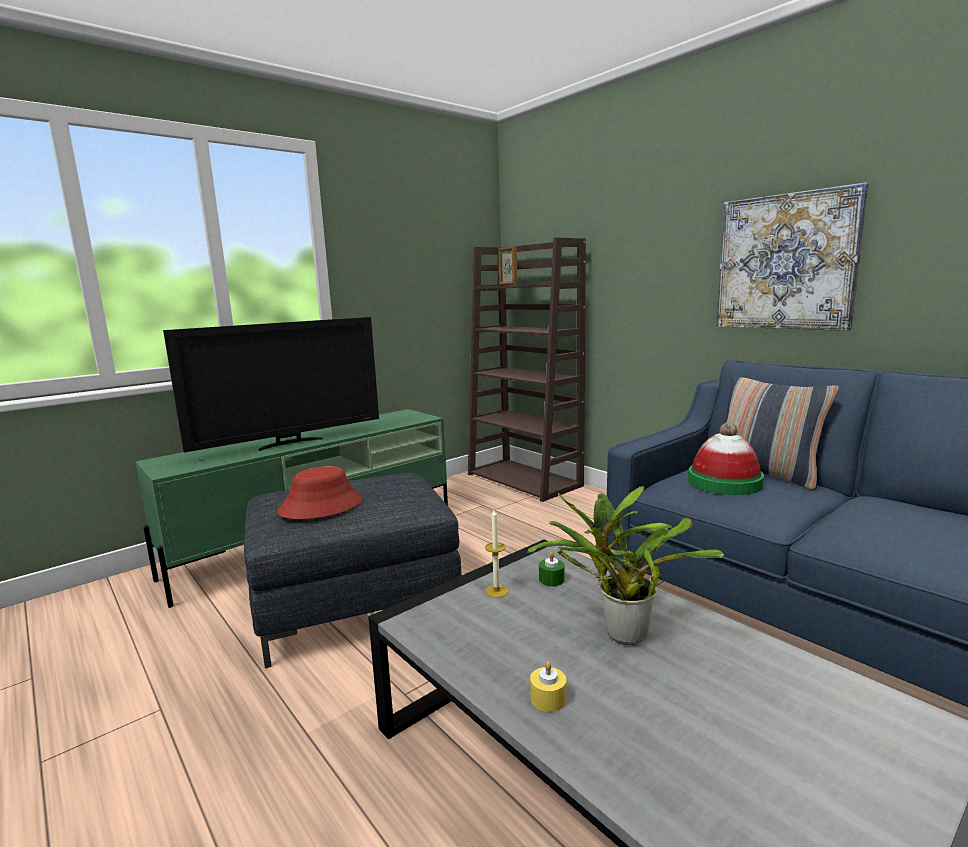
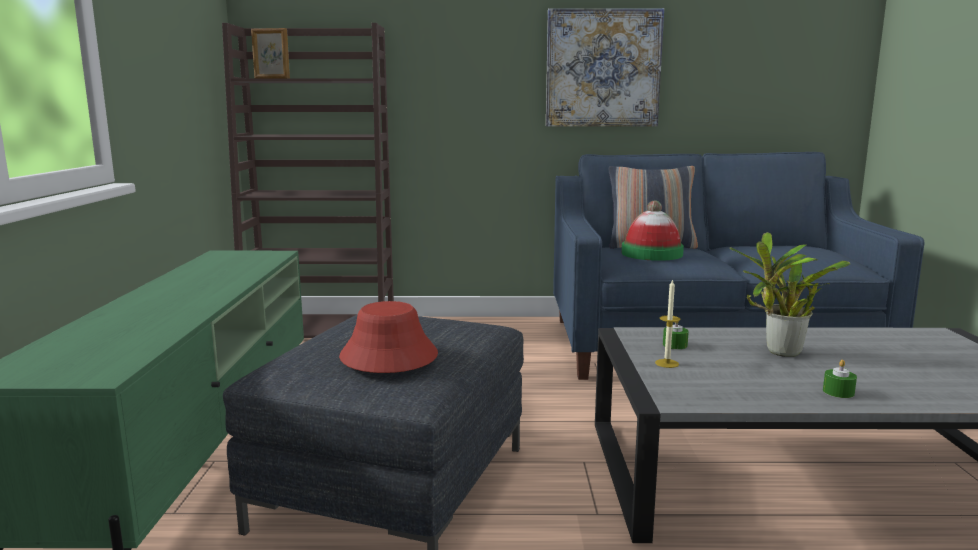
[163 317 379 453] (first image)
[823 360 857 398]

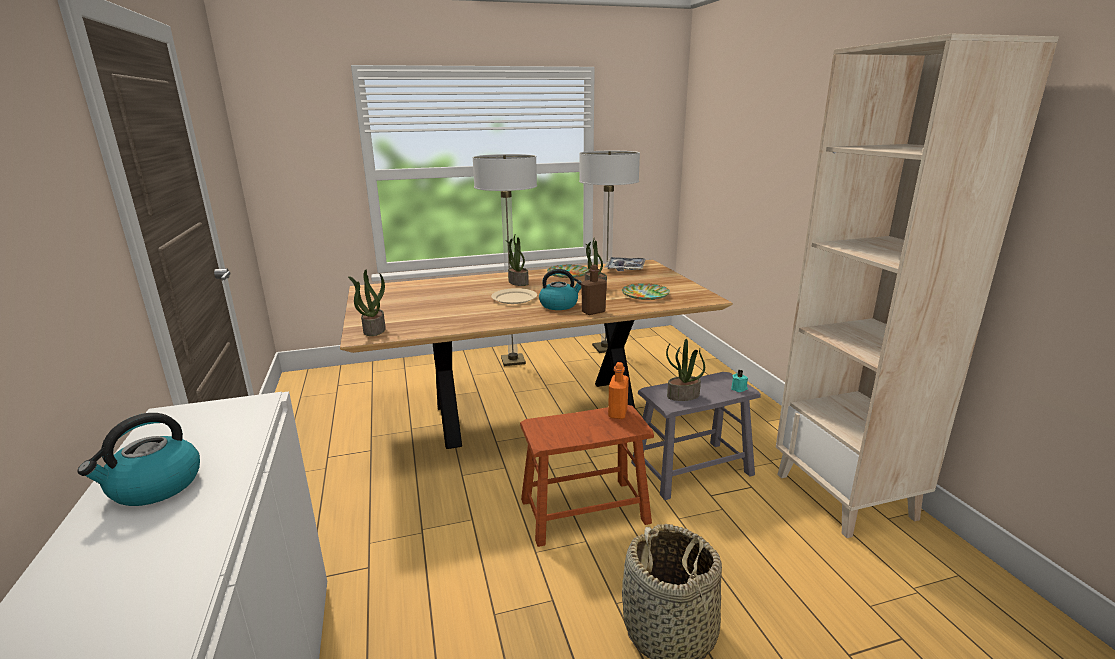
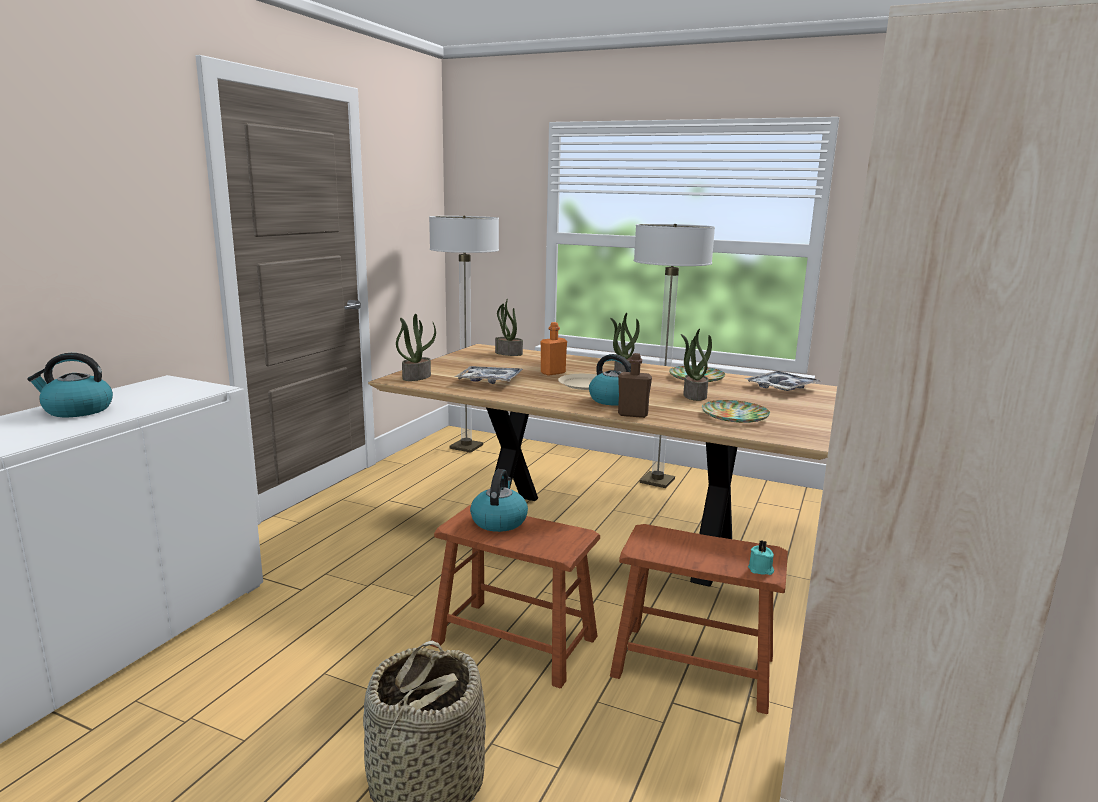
[455 366 523 384]
[470 469 528 532]
[429 216 499 452]
[541 322 567 376]
[495 299 523 356]
[610 524 788 714]

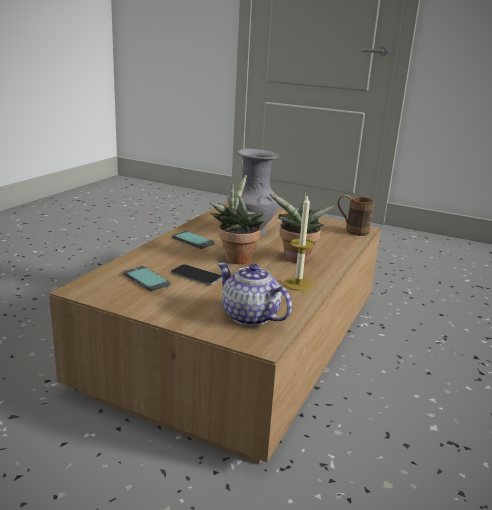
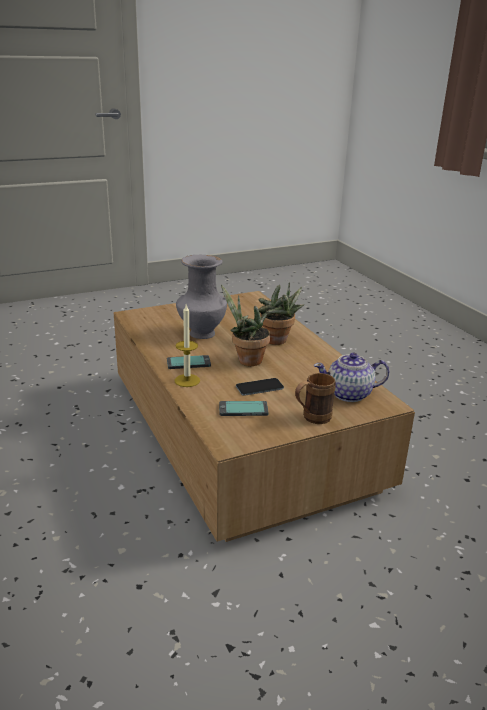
[174 305 200 387]
[295 373 336 424]

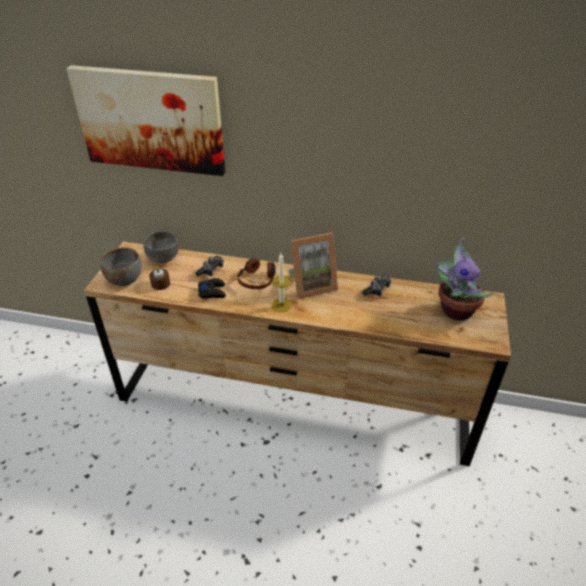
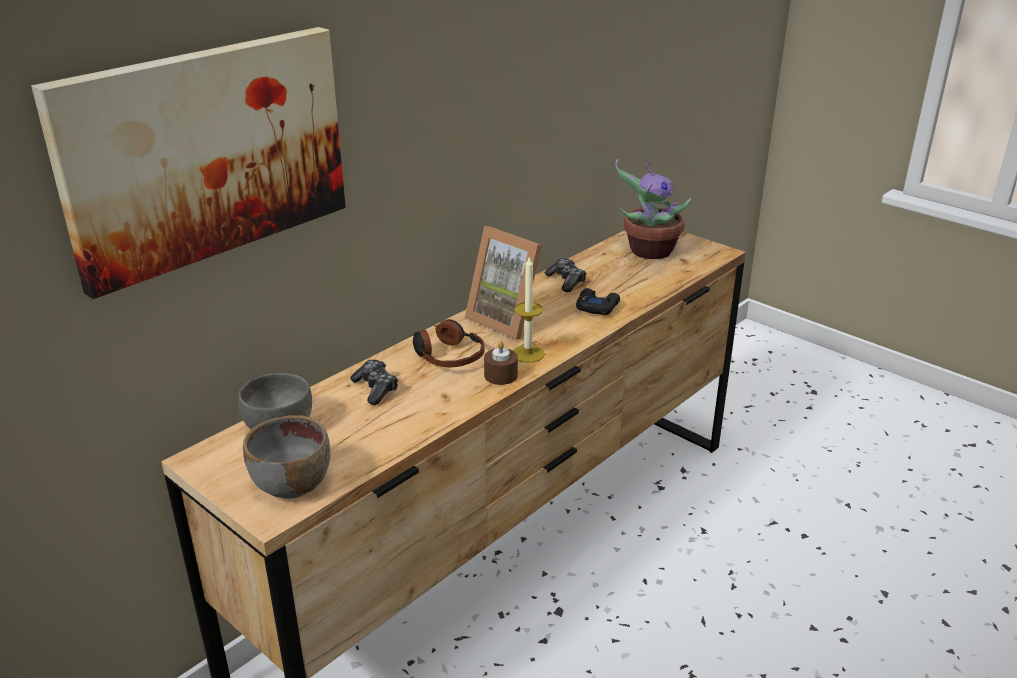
[484 341 518 385]
[576 288 620 315]
[465 226 542 340]

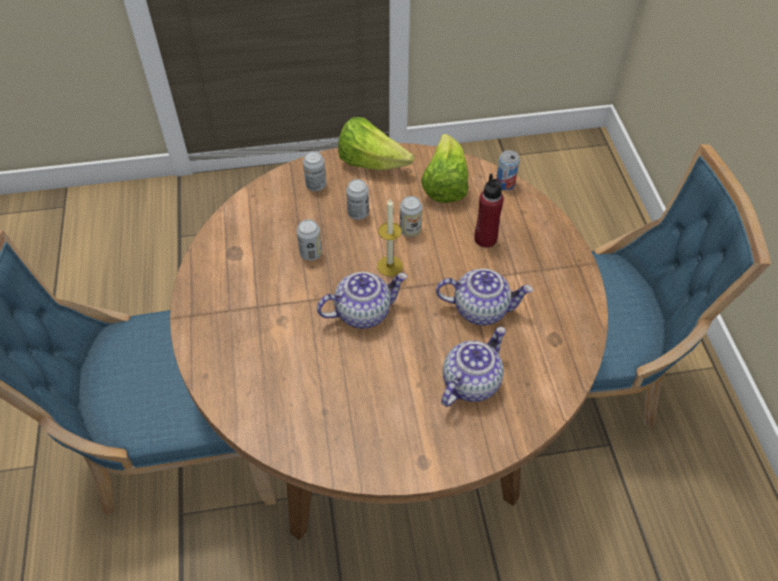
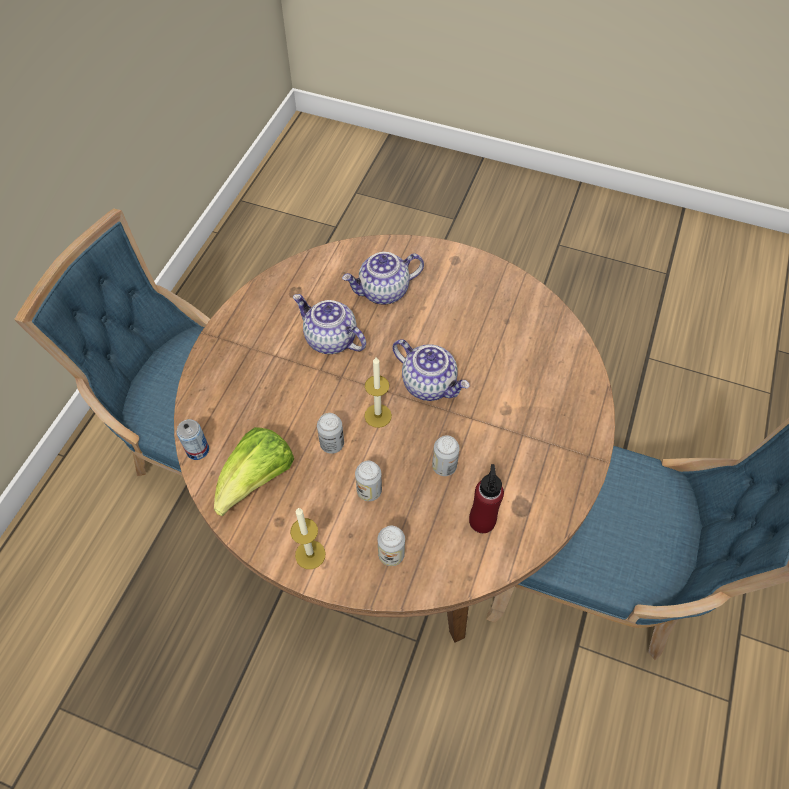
[469 464 504 533]
[290 508 326 569]
[392 339 470 401]

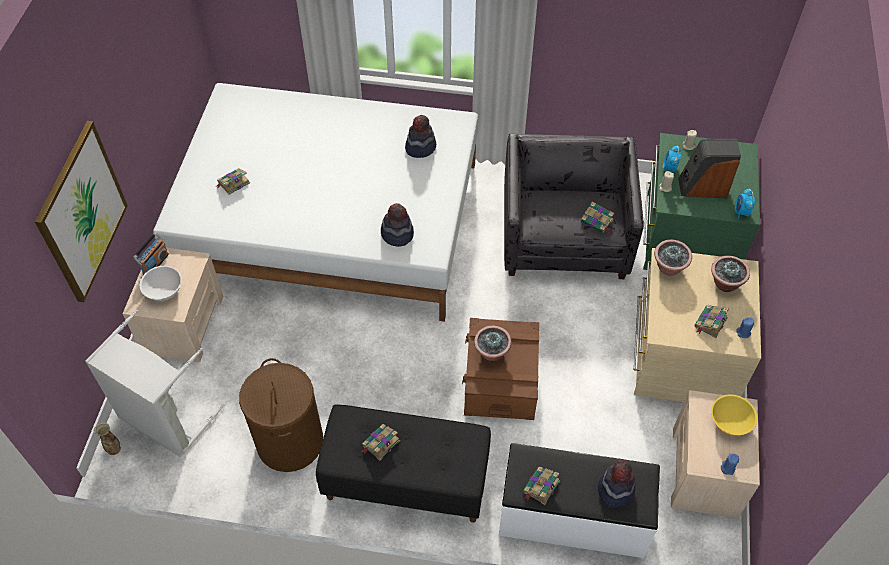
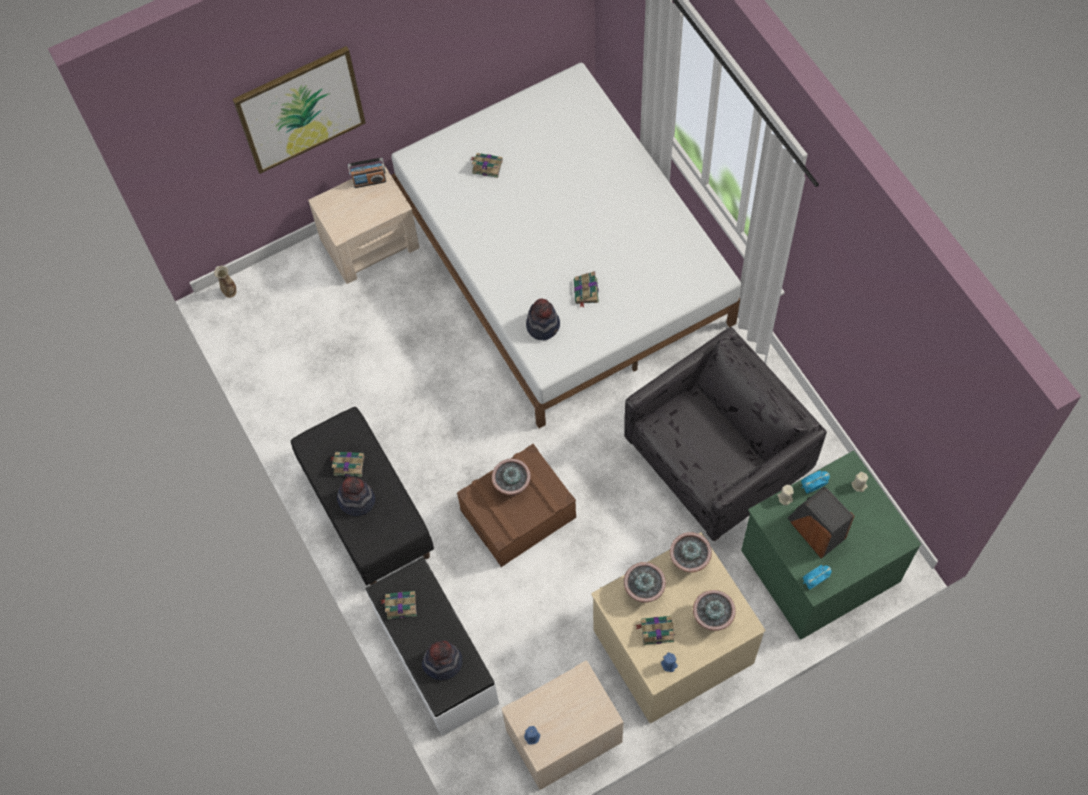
[85 310 224 458] (first image)
[140 266 182 301] (first image)
[239 358 323 472] (first image)
[711 395 757 436] (first image)
[624 562 666 603]
[337 476 375 516]
[574 271 599 308]

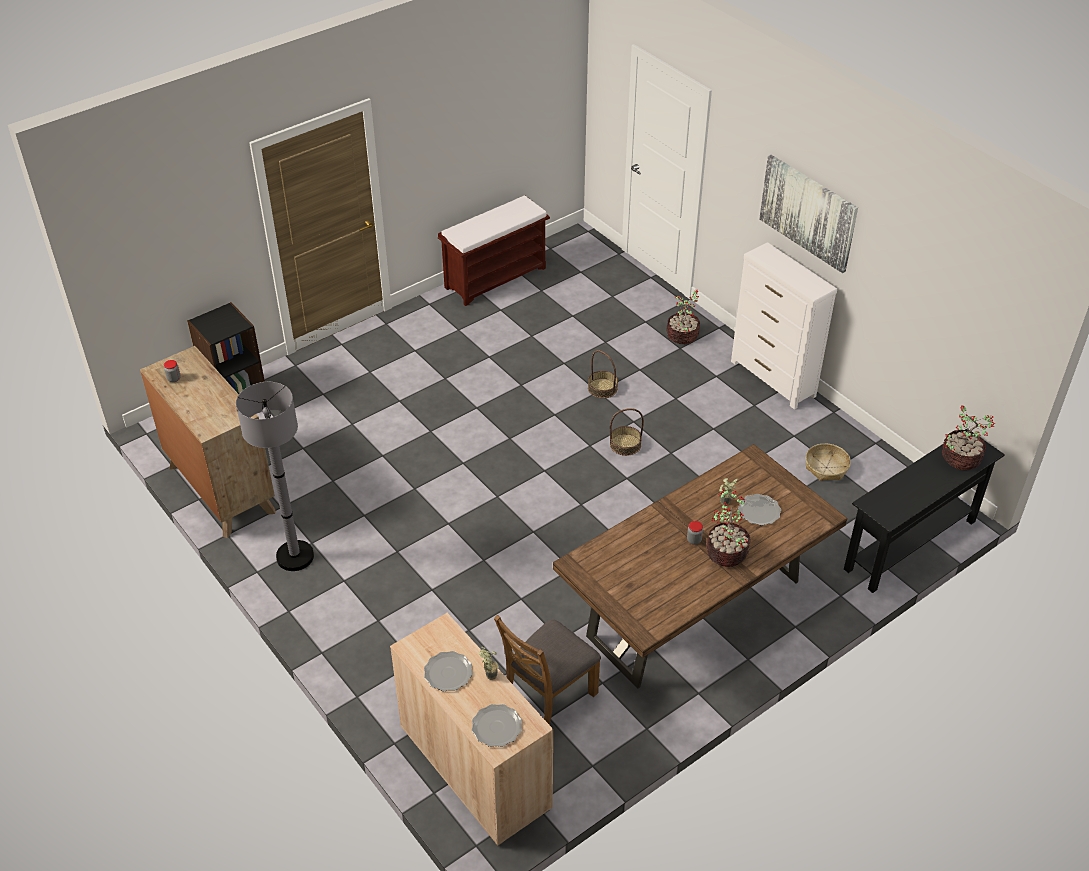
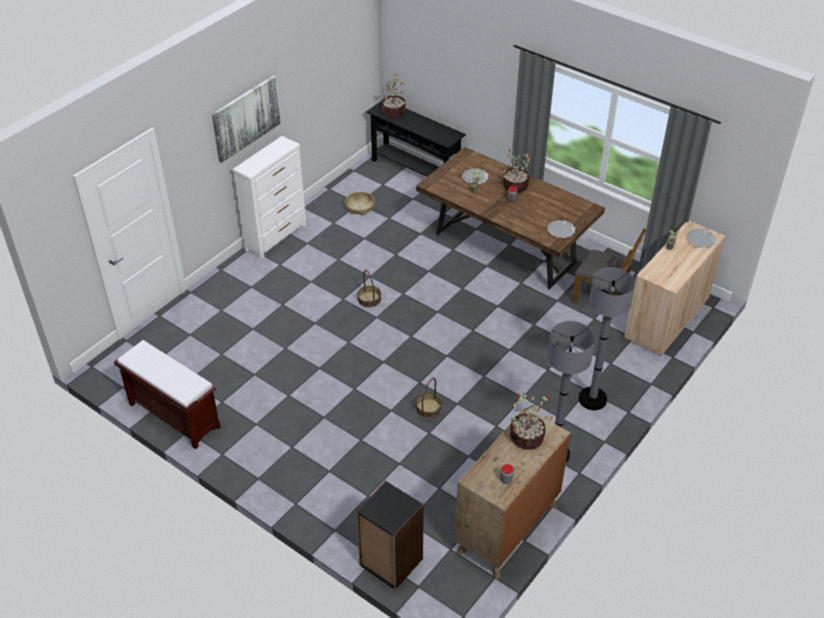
[579 267 635 410]
[547 220 575 238]
[416 378 442 418]
[510 393 553 450]

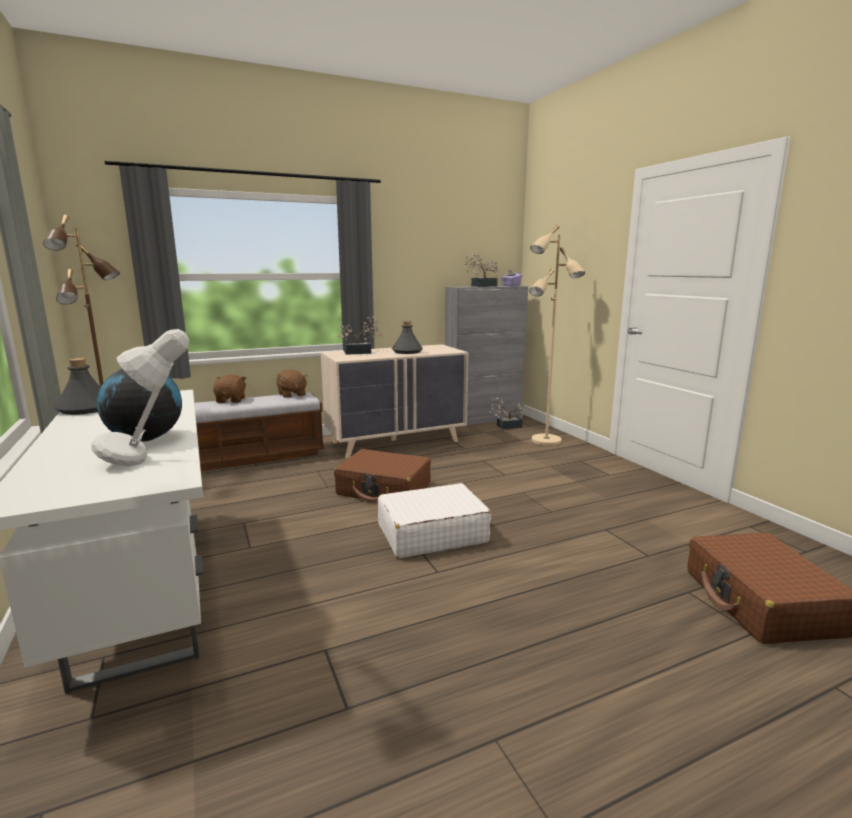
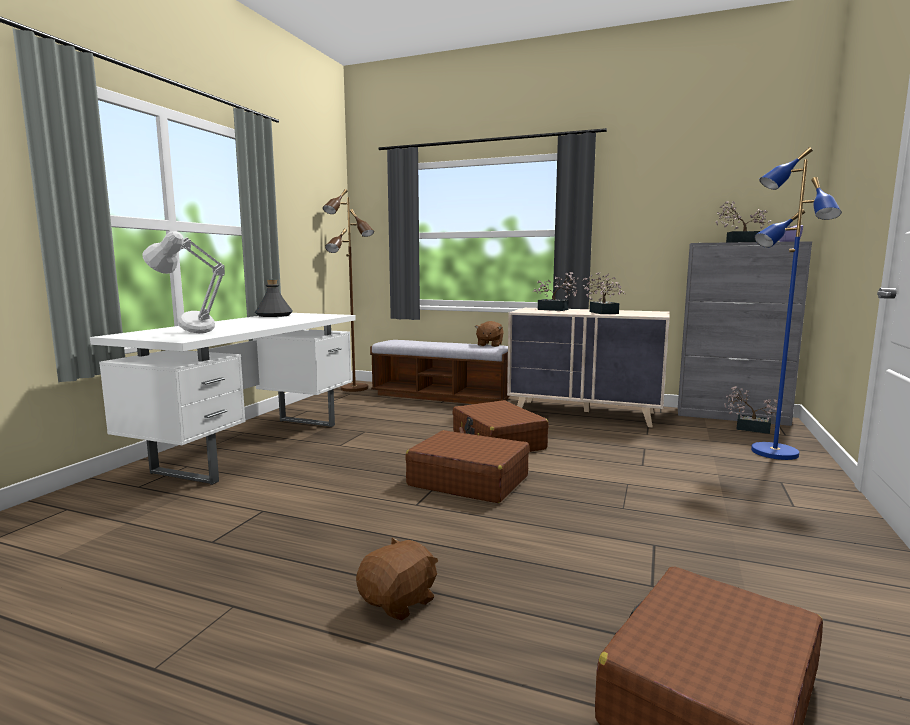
[97 369 182 442] (first image)
[356 537 438 621]
[582 272 626 314]
[405 430 530 503]
[751 147 841 460]

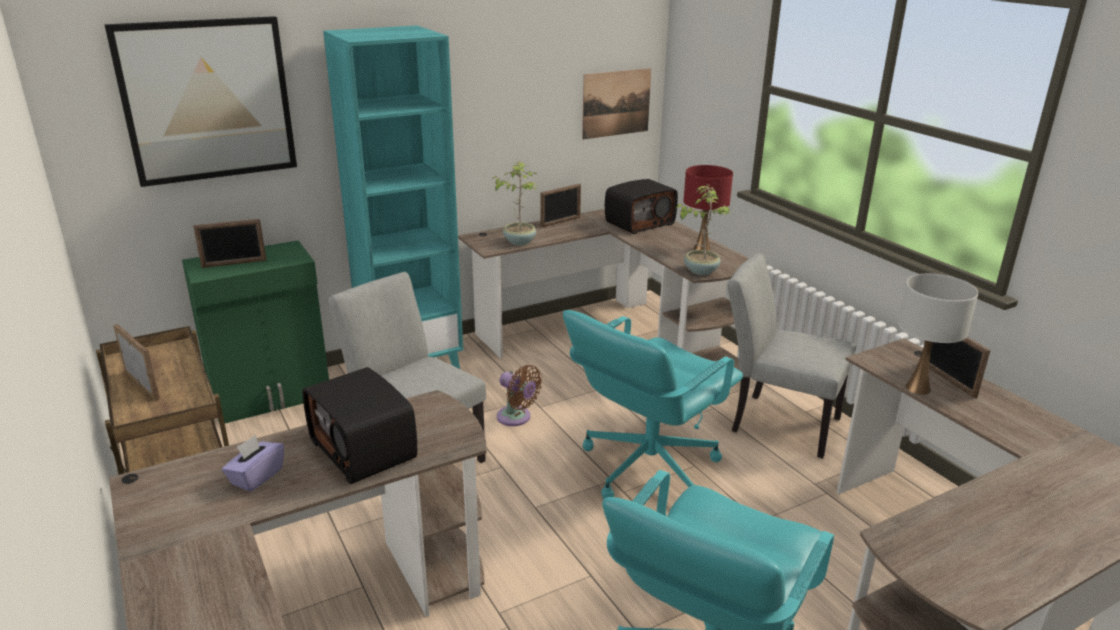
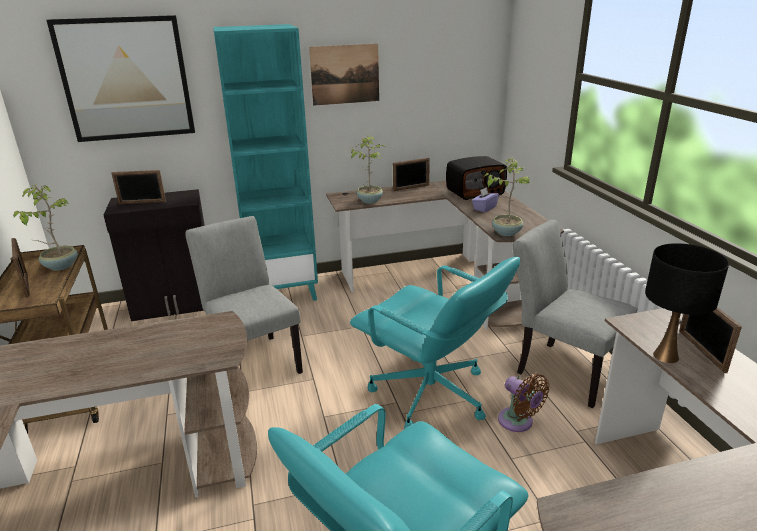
[302 367 417 484] (first image)
[683 165 733 251] (first image)
[13 184 78 271]
[472 187 499 212]
[498 374 549 432]
[309 44 379 106]
[104 189 205 321]
[645 243 729 363]
[350 257 520 429]

